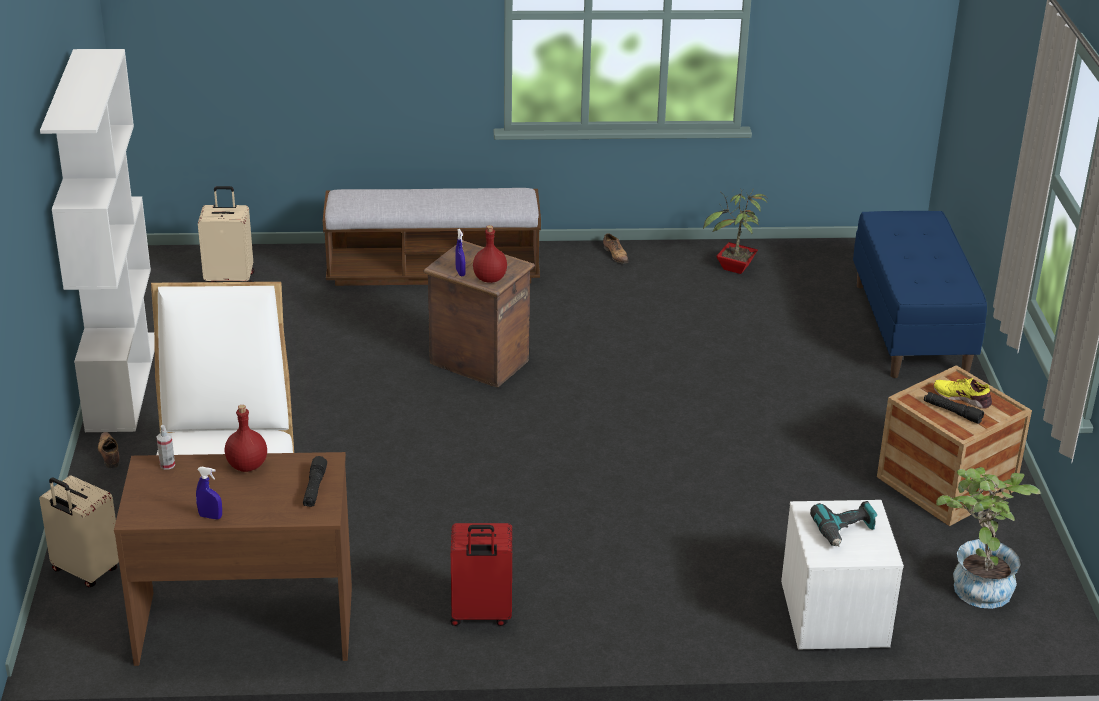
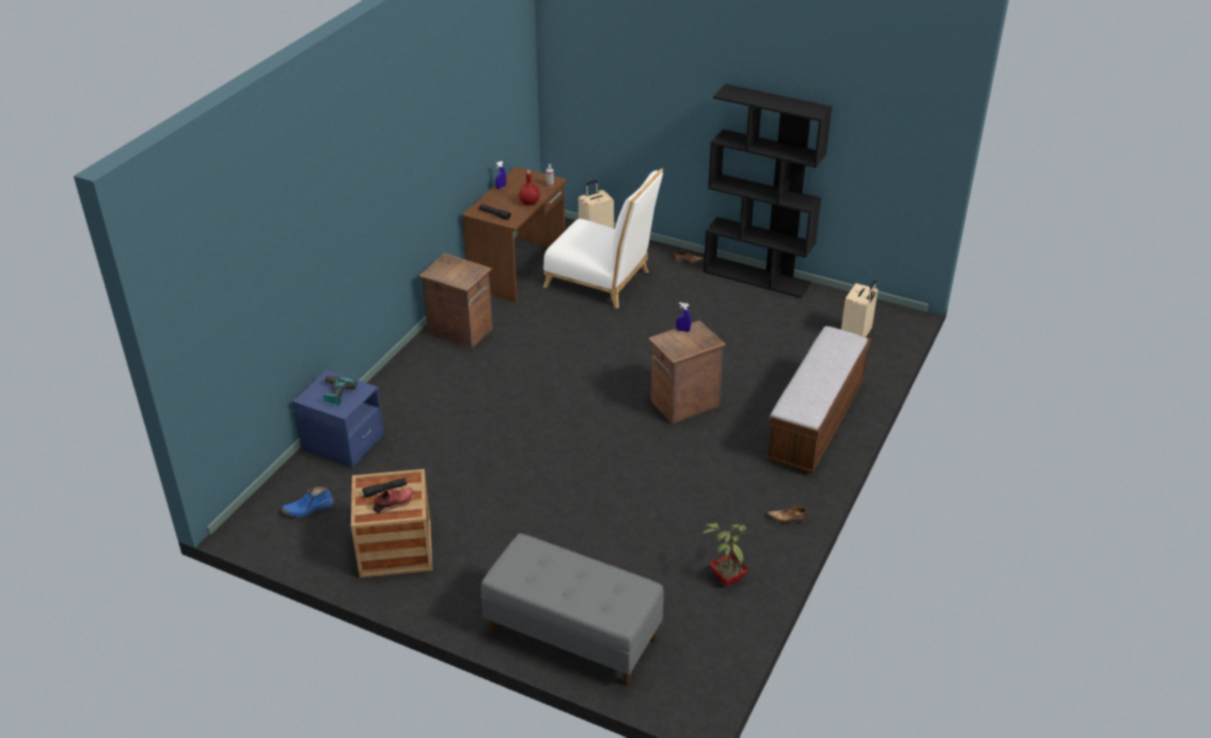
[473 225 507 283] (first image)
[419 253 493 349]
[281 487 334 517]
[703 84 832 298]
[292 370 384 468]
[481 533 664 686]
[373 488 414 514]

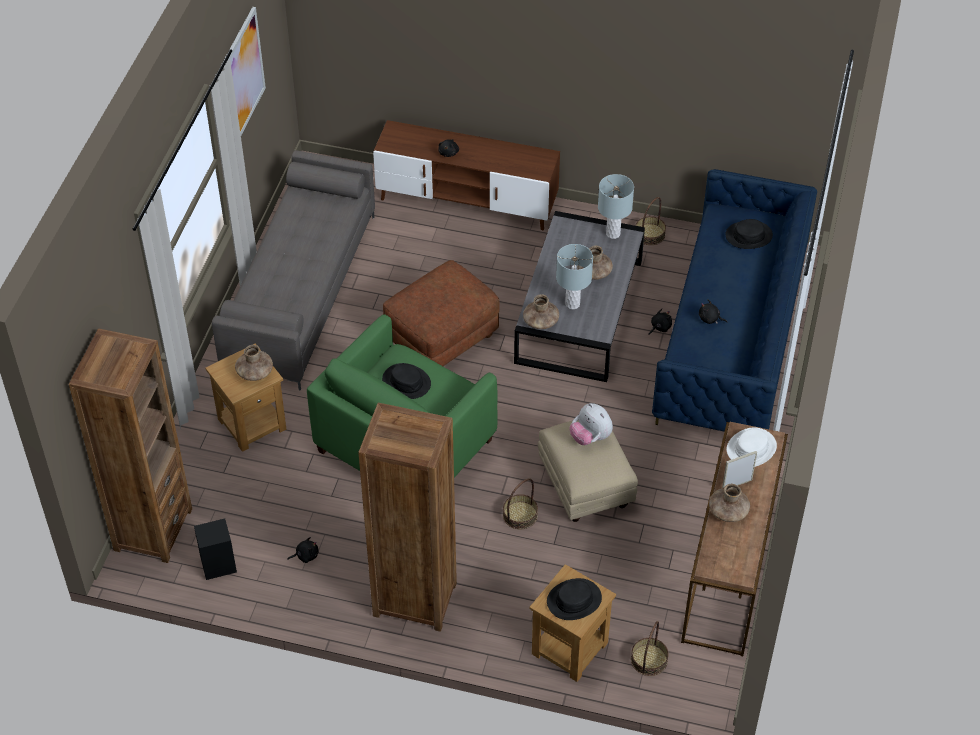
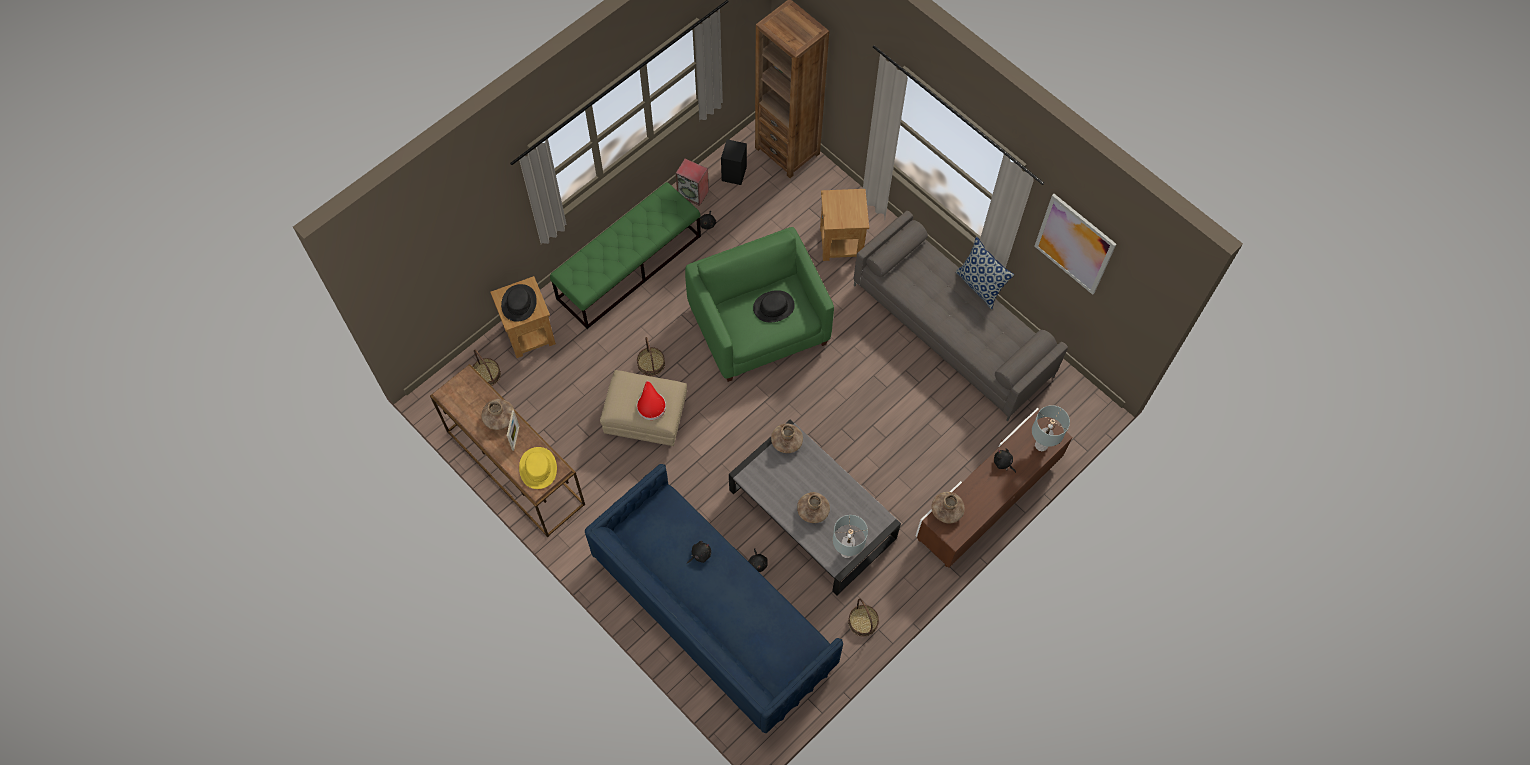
[383 260 500 366] (first image)
[726 219 773 249] (first image)
[675 159 709 206]
[956 237 1014 310]
[931 492 965 524]
[1032 405 1070 451]
[550 182 701 329]
[637 381 666 420]
[519 447 557 489]

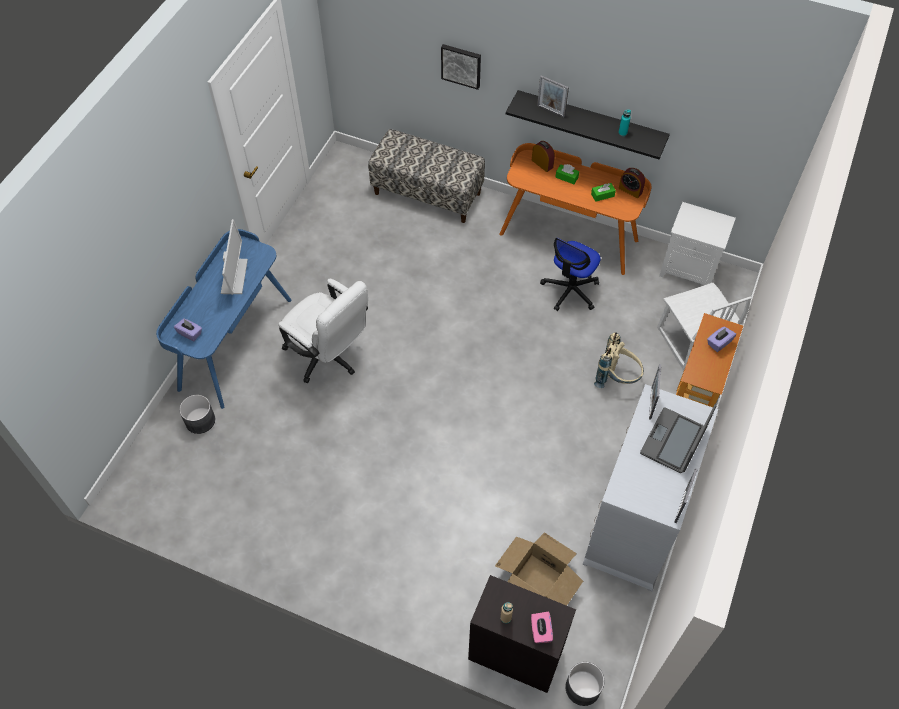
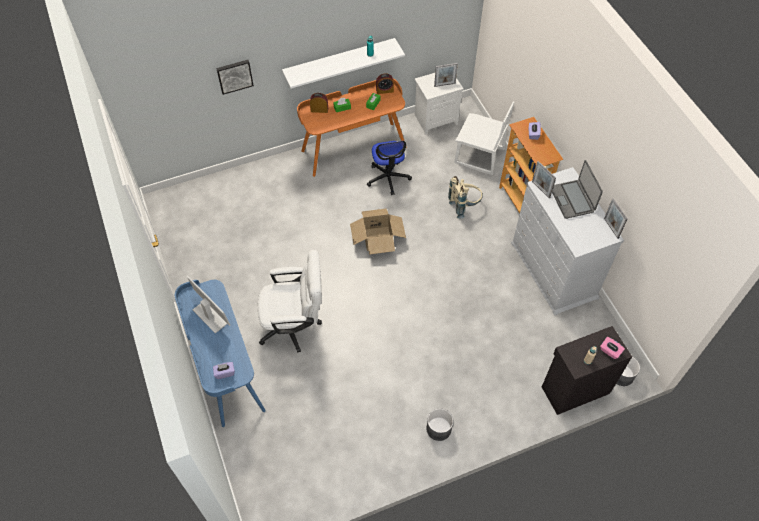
[368 129 485 223] (first image)
[426 408 453 441]
[350 209 406 255]
[434 63 458 87]
[282 38 405 88]

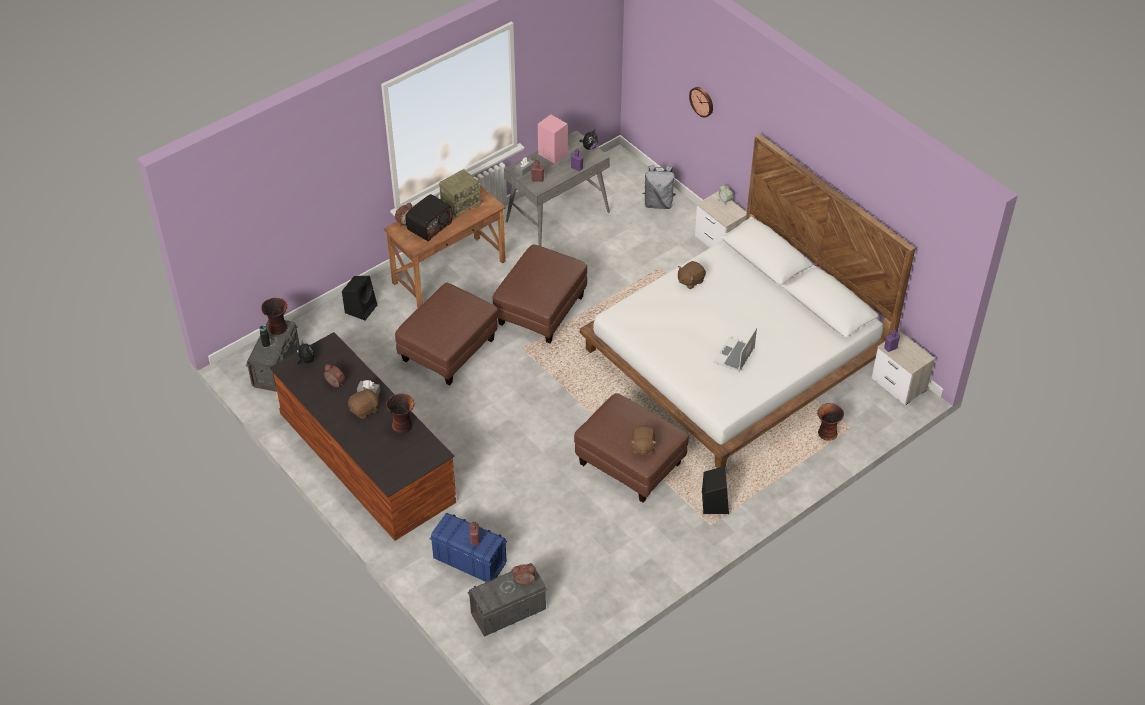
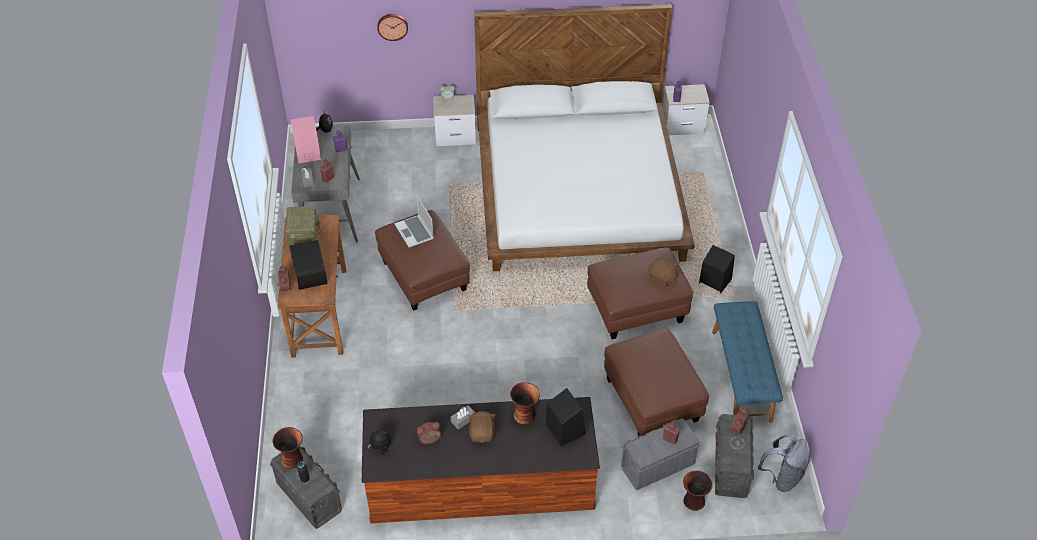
[678 261 706 289] (first image)
[712 301 783 423]
[546 388 585 446]
[604 329 709 436]
[758 434 811 492]
[394 196 434 248]
[683 471 713 511]
[621 419 700 490]

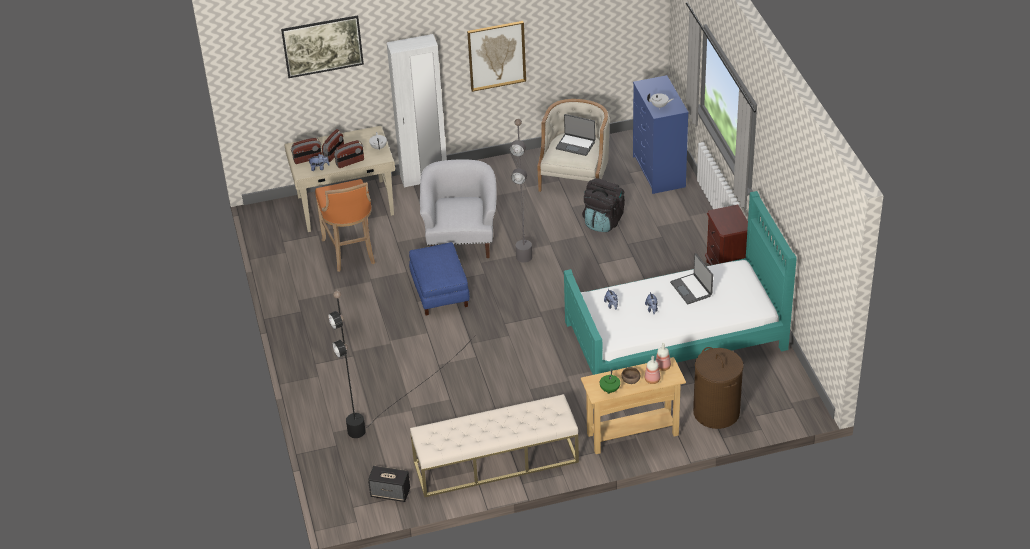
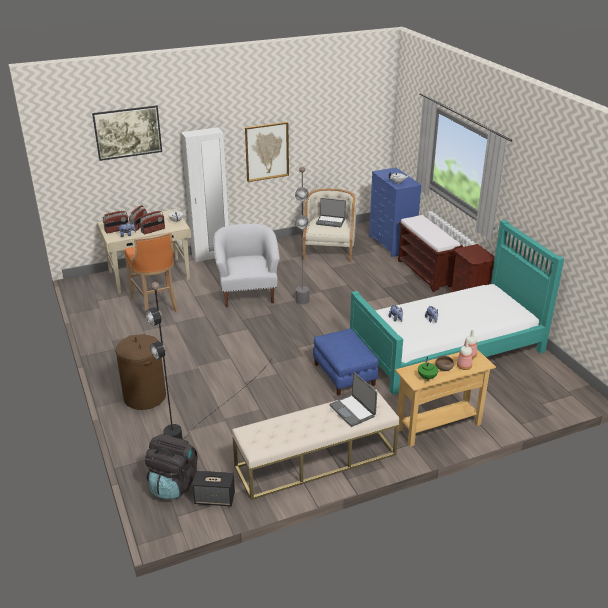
[398 215 463 292]
[313 329 378 396]
[145 434 197 499]
[329 372 377 427]
[116 334 166 410]

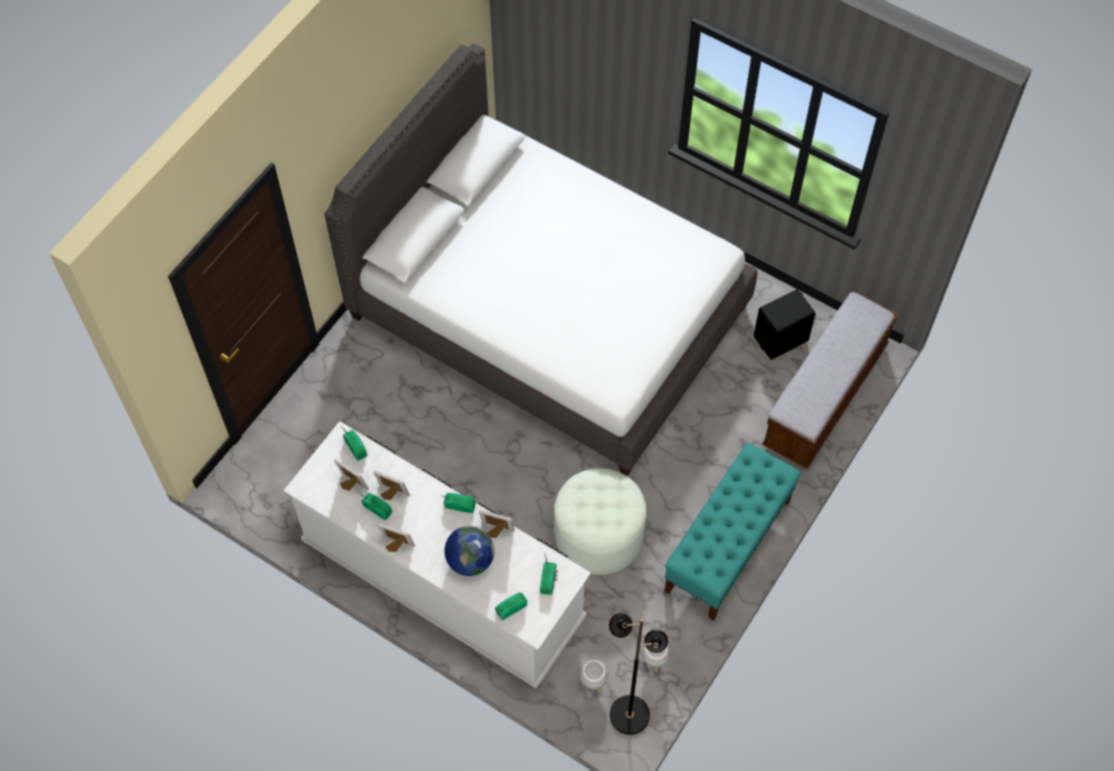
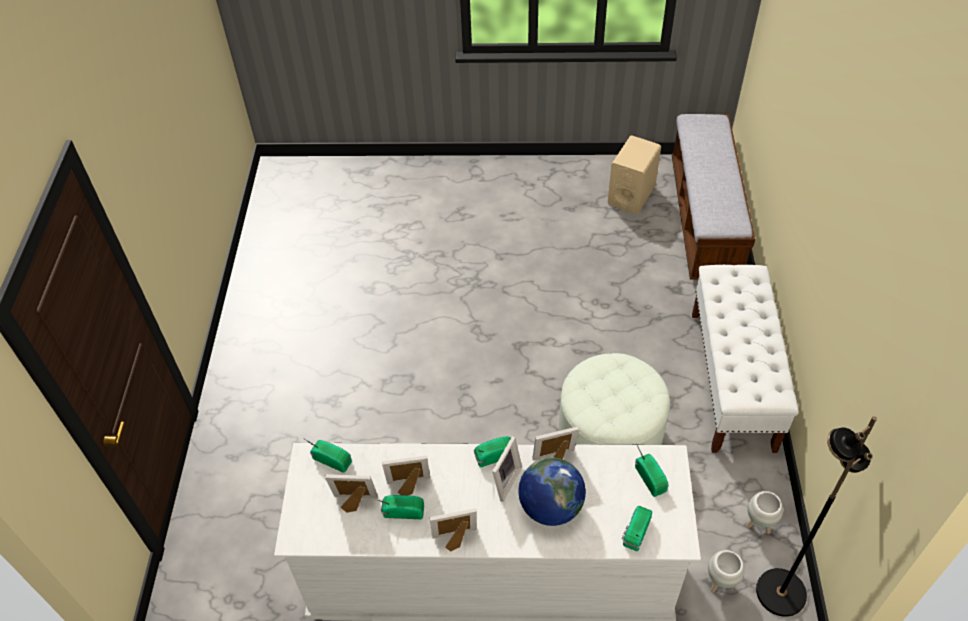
[324 43 757 476] (first image)
[492 436 522 502]
[692 265 799 453]
[608 135 661 214]

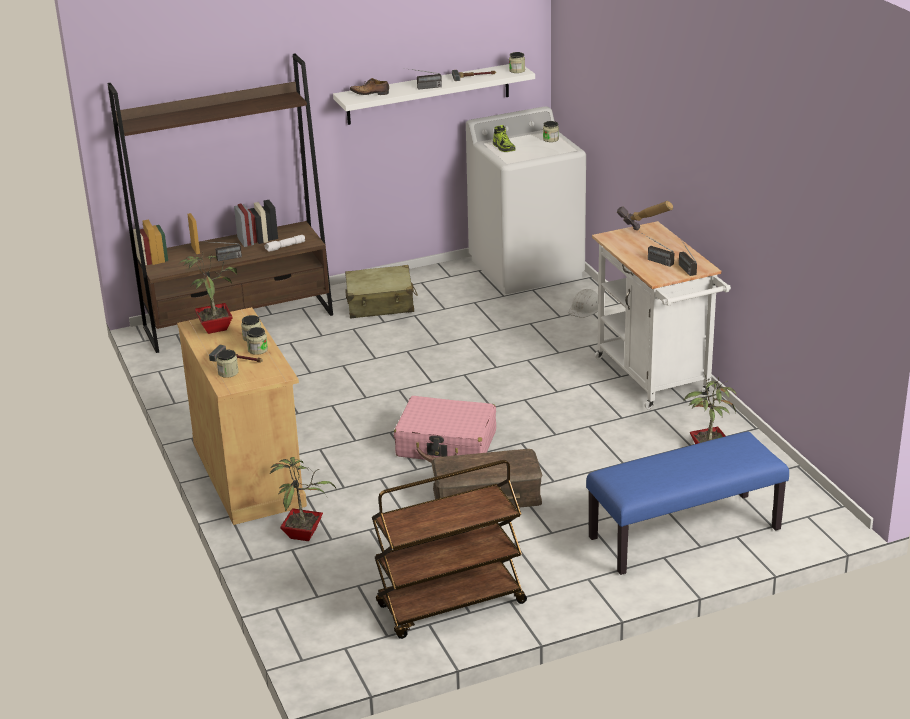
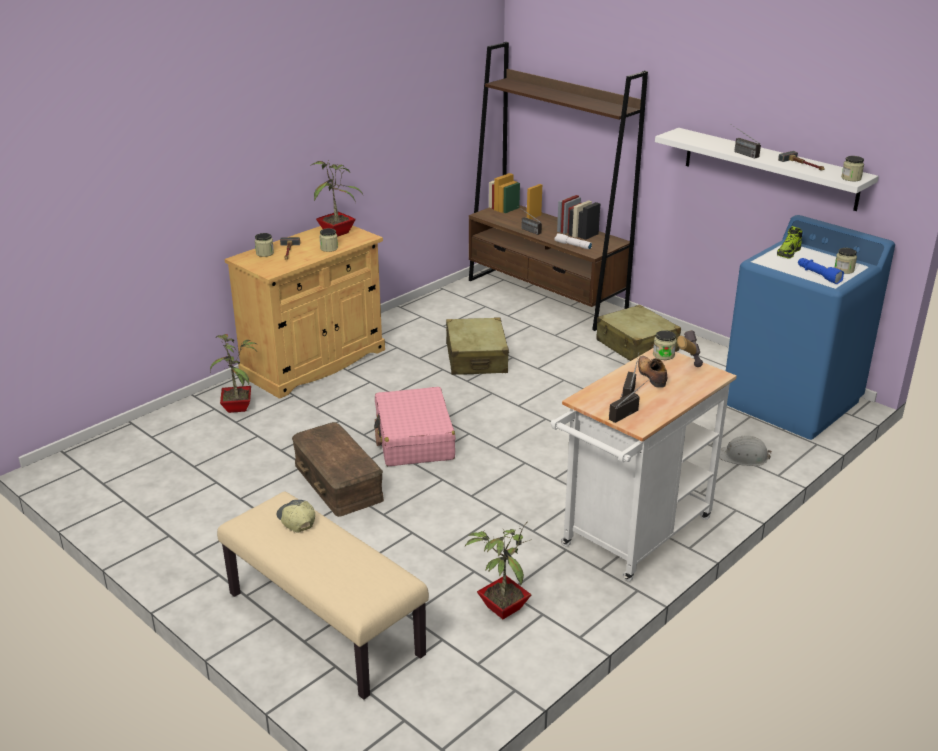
[372 460 527 639] (first image)
[276 500 315 532]
[446 317 509 375]
[798 258 844 284]
[653 330 676 360]
[638 356 667 388]
[726 215 895 440]
[217 491 429 700]

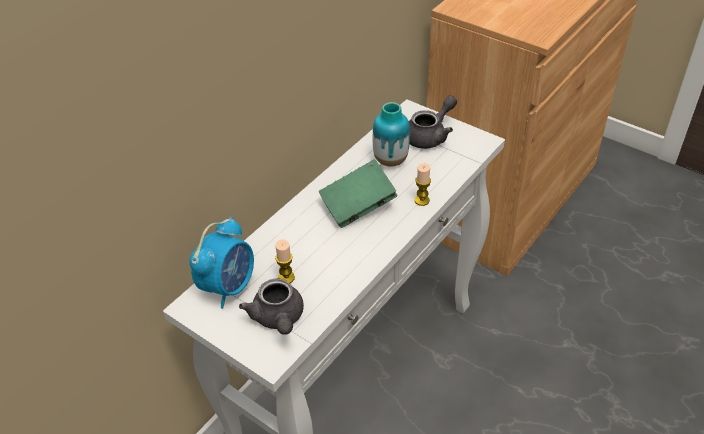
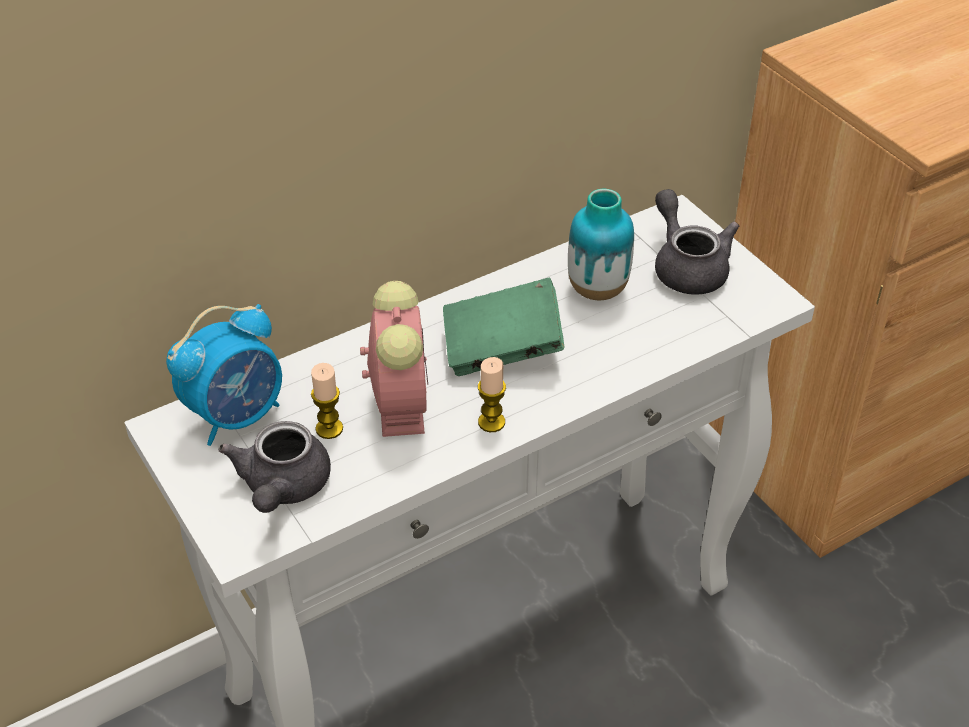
[360 281 428 437]
[478 357 506 432]
[655 189 739 295]

